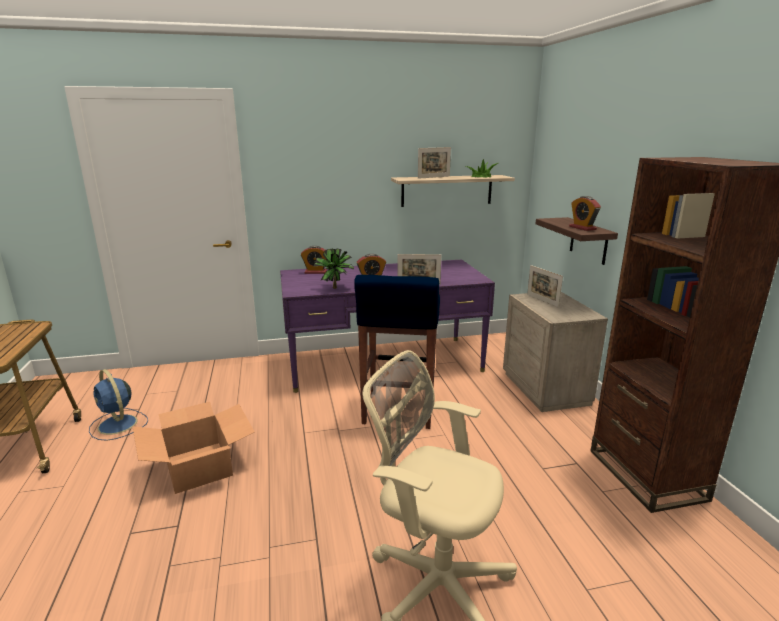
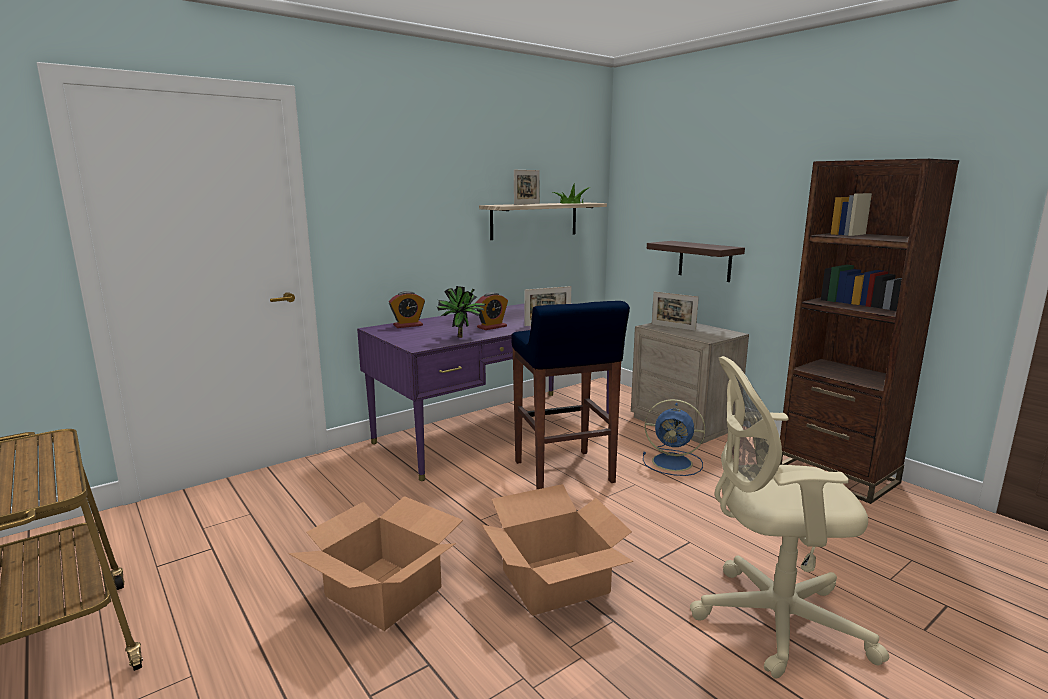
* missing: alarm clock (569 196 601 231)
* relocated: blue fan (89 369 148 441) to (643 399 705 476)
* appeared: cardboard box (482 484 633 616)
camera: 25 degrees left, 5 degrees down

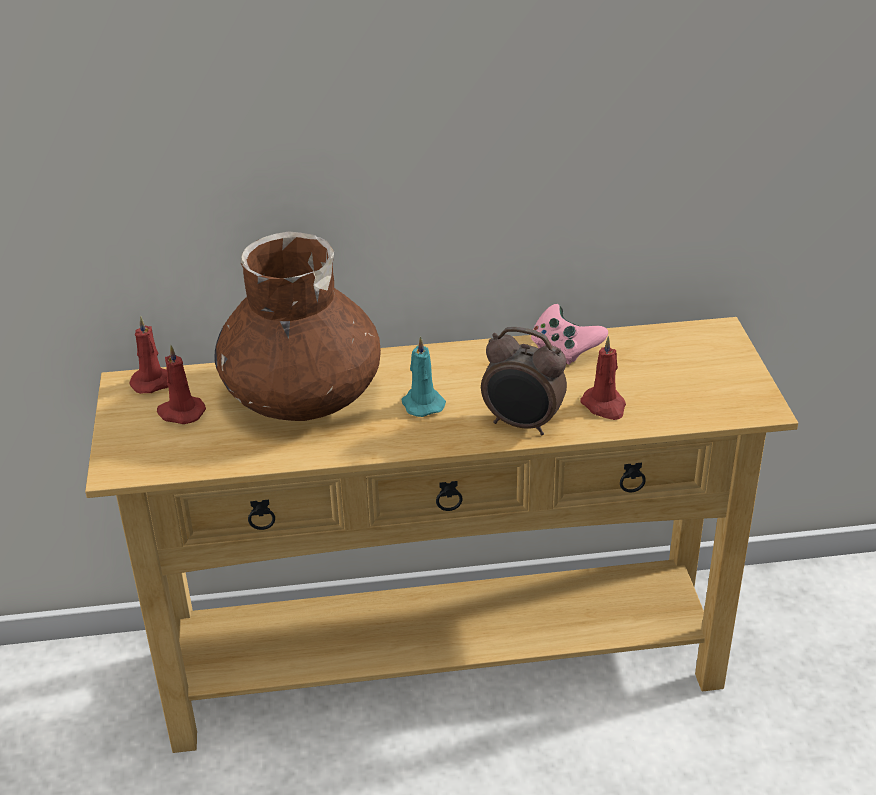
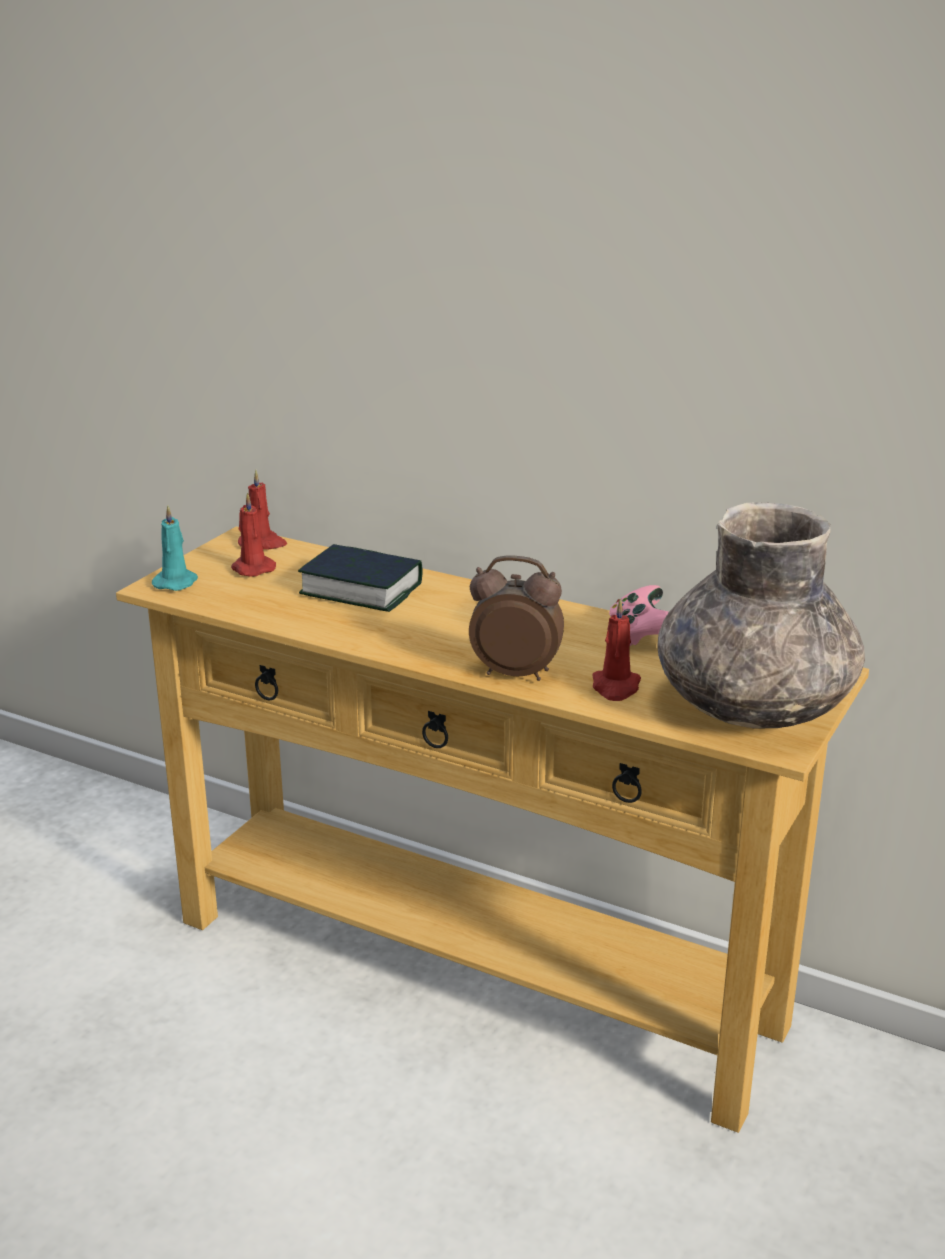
* exchanged: brown vase (214 232 381 421) to book (298 544 423 612)
* spun: alarm clock (481 327 567 435) = (469 555 564 681) 135 degrees clockwise
* relocated: turquoise candle (402 336 446 417) to (152 506 198 591)
* appeared: grey vase (658 502 865 728)
camera: 35 degrees right, 10 degrees down

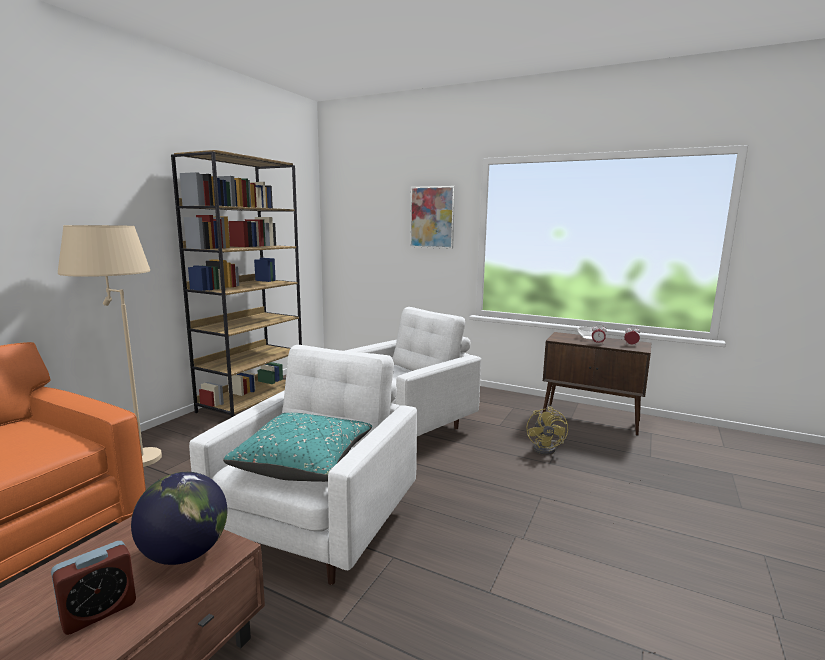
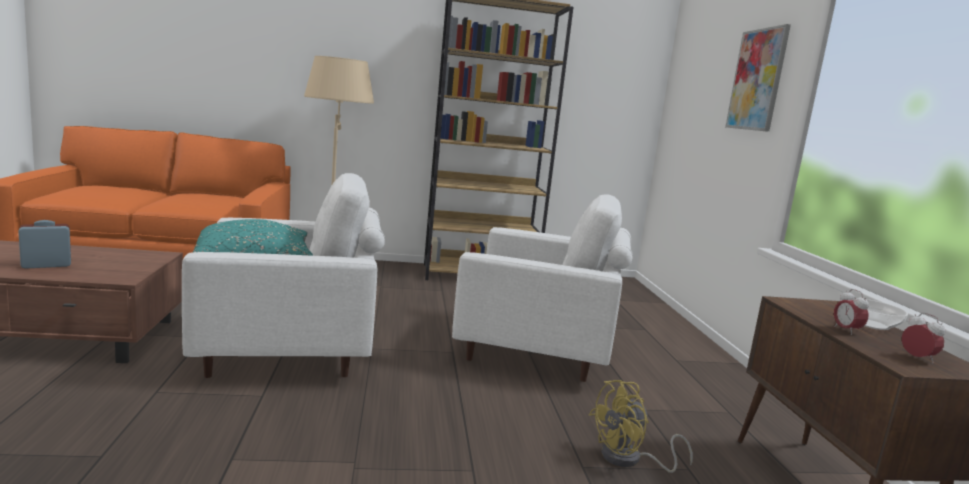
* missing: globe (131 472 227 565)
* spun: alarm clock (51 541 136 635) = (18 220 71 269) 135 degrees clockwise
camera: 55 degrees right, 0 degrees up

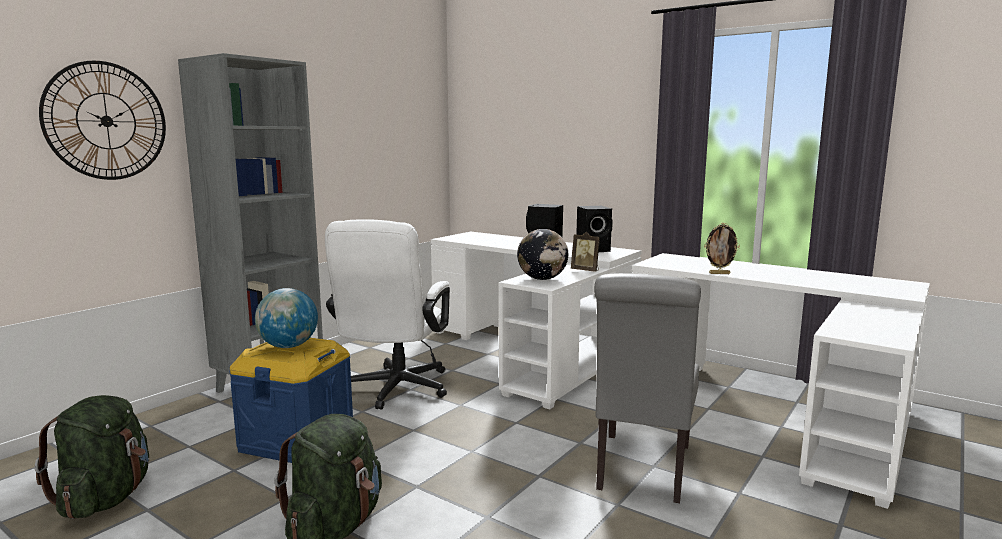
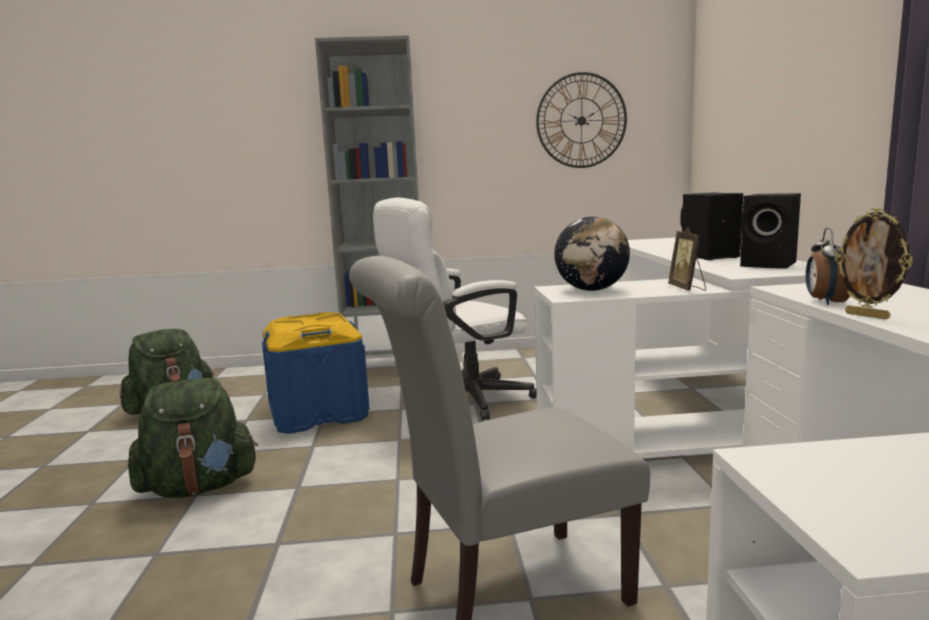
* relocated: wall clock (39 61 166 180) to (536 72 627 168)
* missing: globe (255 288 318 348)
* appeared: alarm clock (806 228 850 305)
camera: 50 degrees right, 0 degrees up

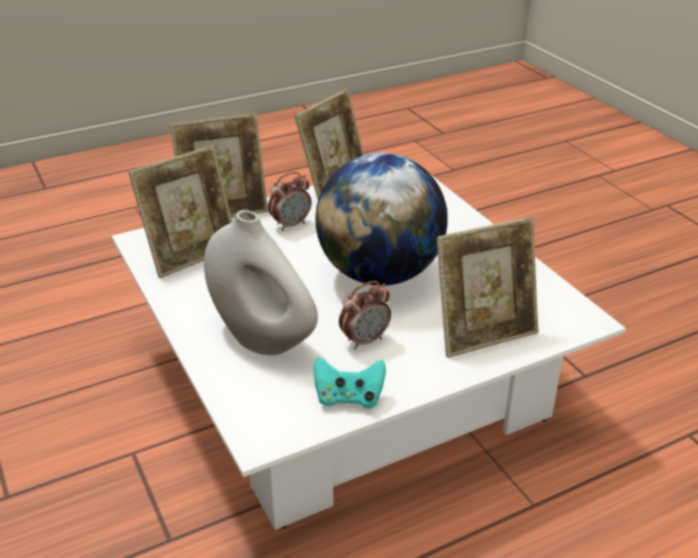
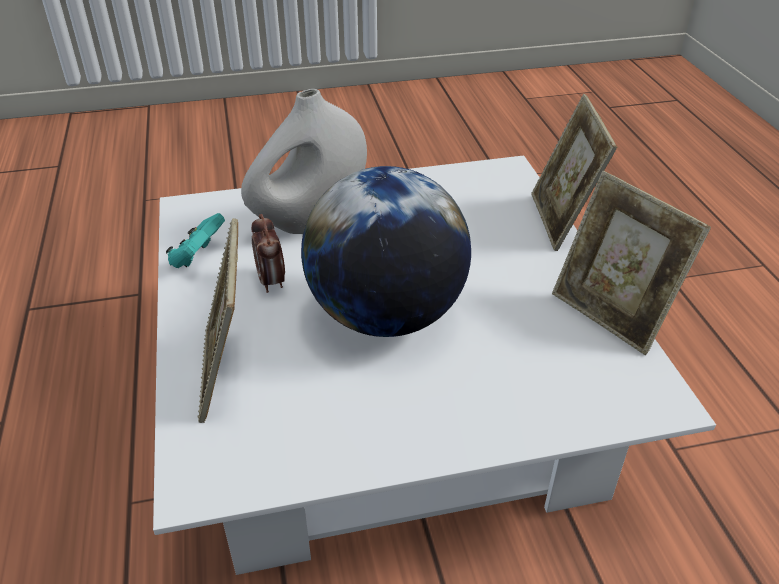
* missing: picture frame (128 146 232 278)
* missing: alarm clock (268 172 311 231)
camera: 105 degrees right, 5 degrees up

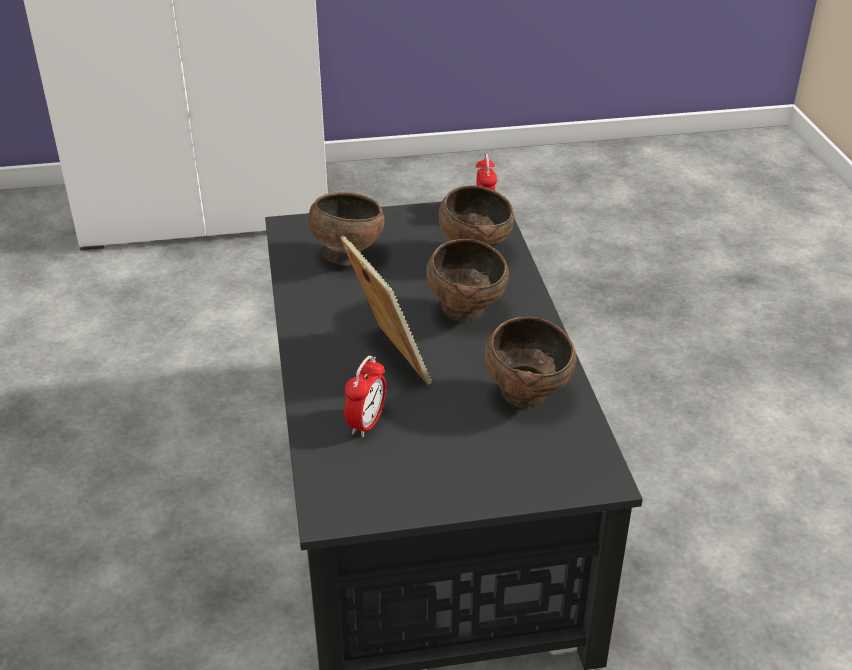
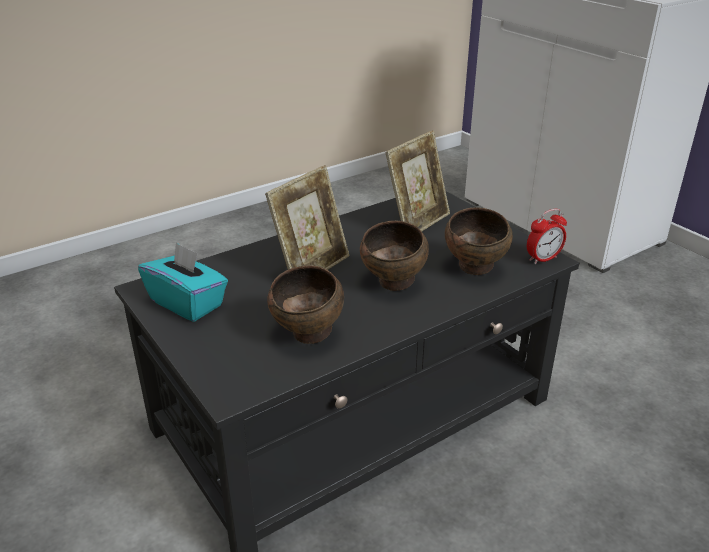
* exchanged: brown bowl (309 192 385 266) to picture frame (385 130 450 231)
* missing: alarm clock (344 356 386 437)
* appeared: turquoise tissue box (138 242 228 322)
camera: 65 degrees right, 5 degrees down

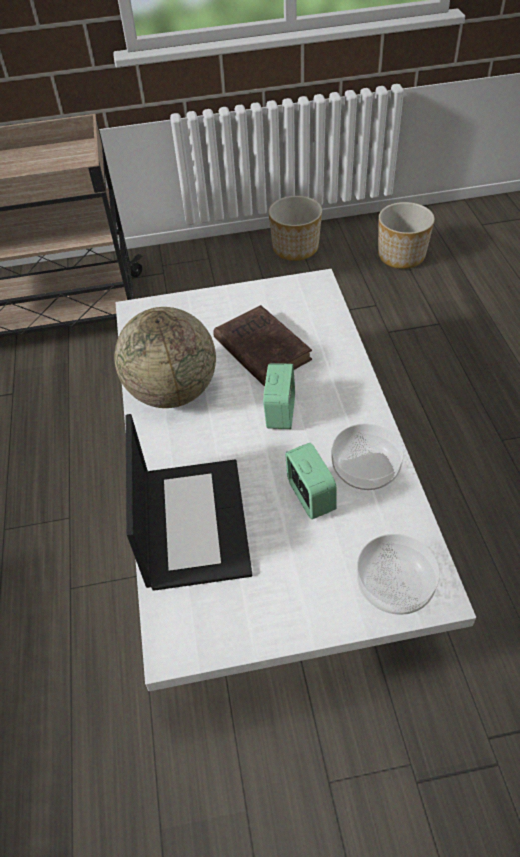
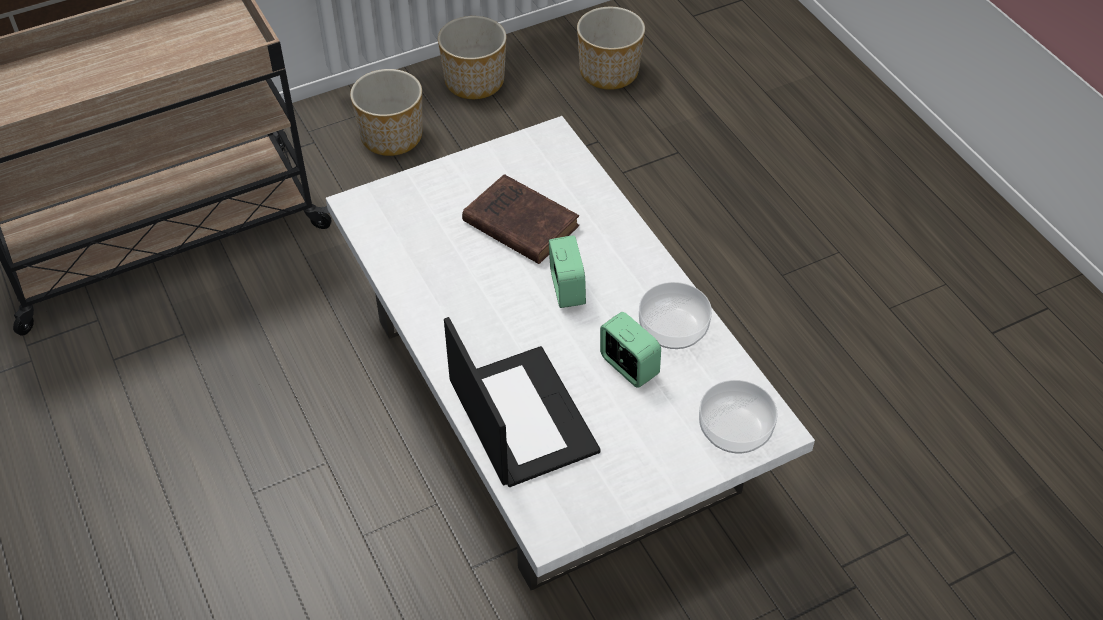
* missing: globe (114 307 216 408)
* appeared: planter (350 69 422 156)
camera: 20 degrees left, 0 degrees up

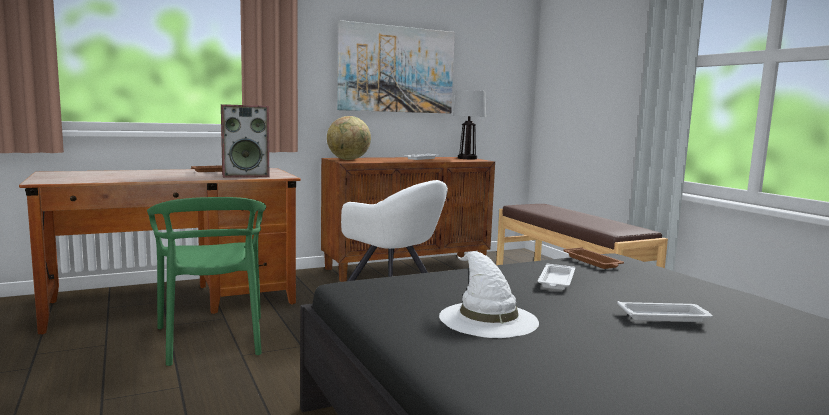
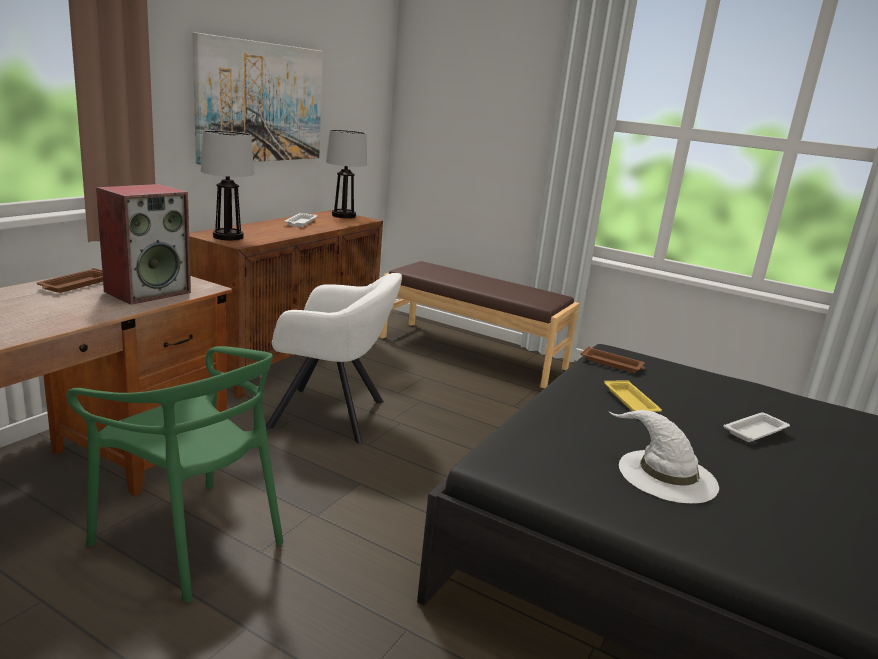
* exchanged: globe (327 116 371 160) to table lamp (201 130 254 240)
* colour: white tray (538 264 575 290) to yellow tray (604 380 662 412)
camera: 35 degrees left, 10 degrees up

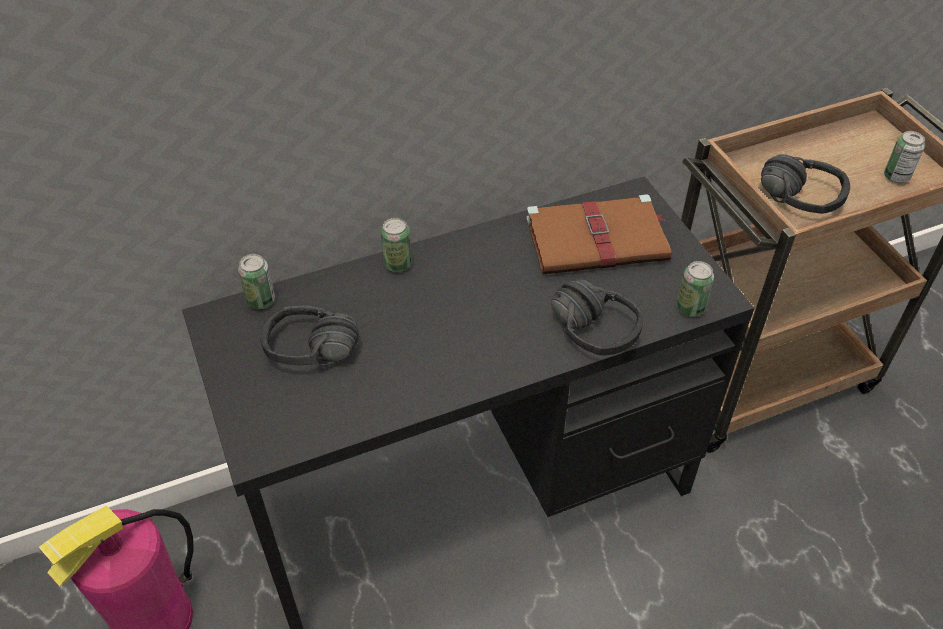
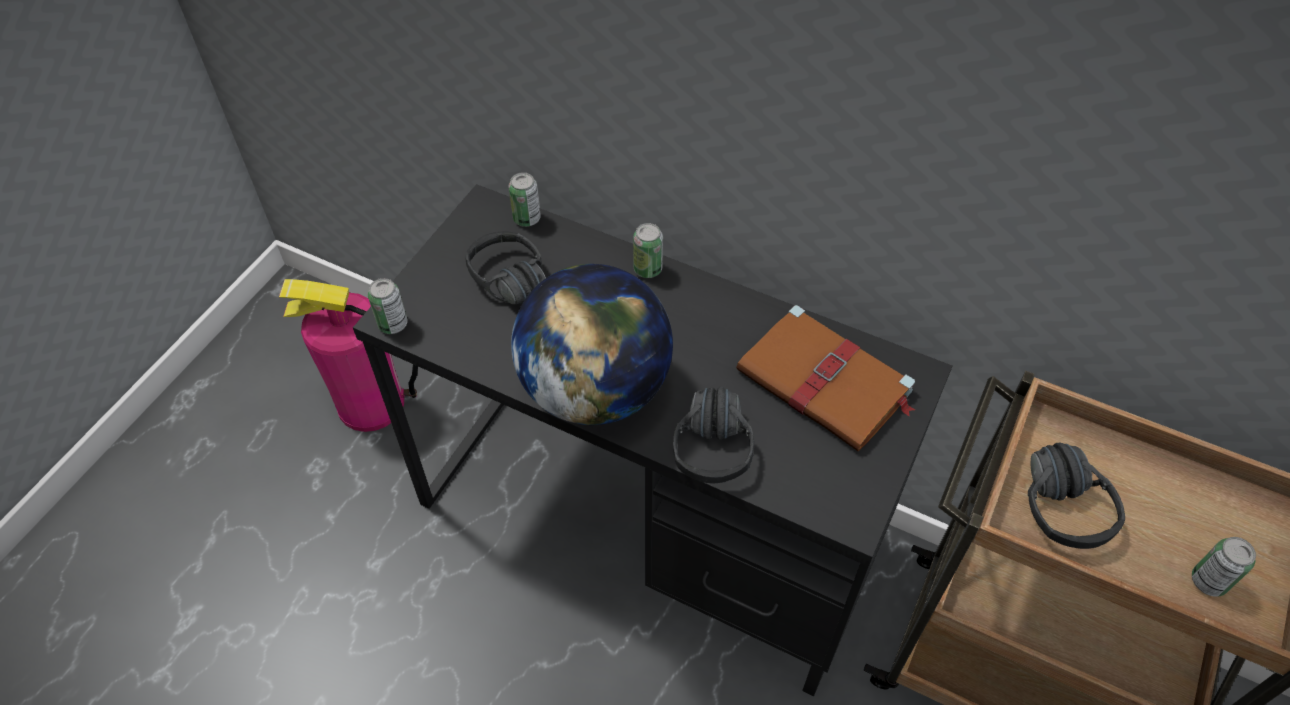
* relocated: can (676 261 714 317) to (368 278 408 334)
* appeared: globe (511 264 673 425)
camera: 50 degrees right, 5 degrees up

